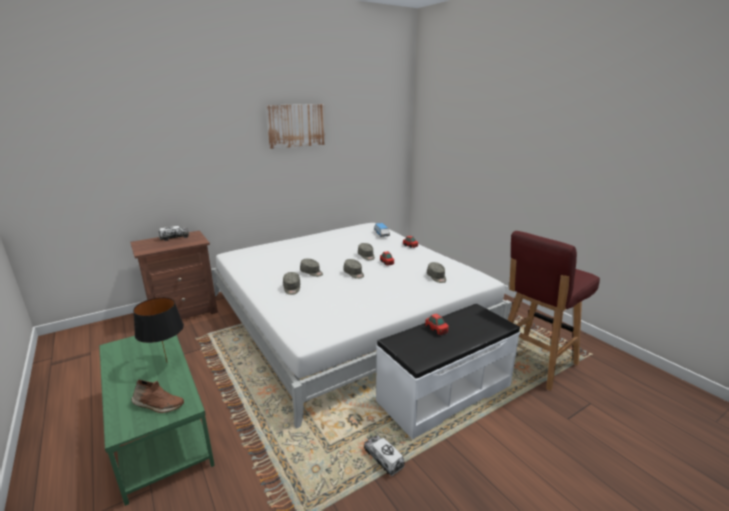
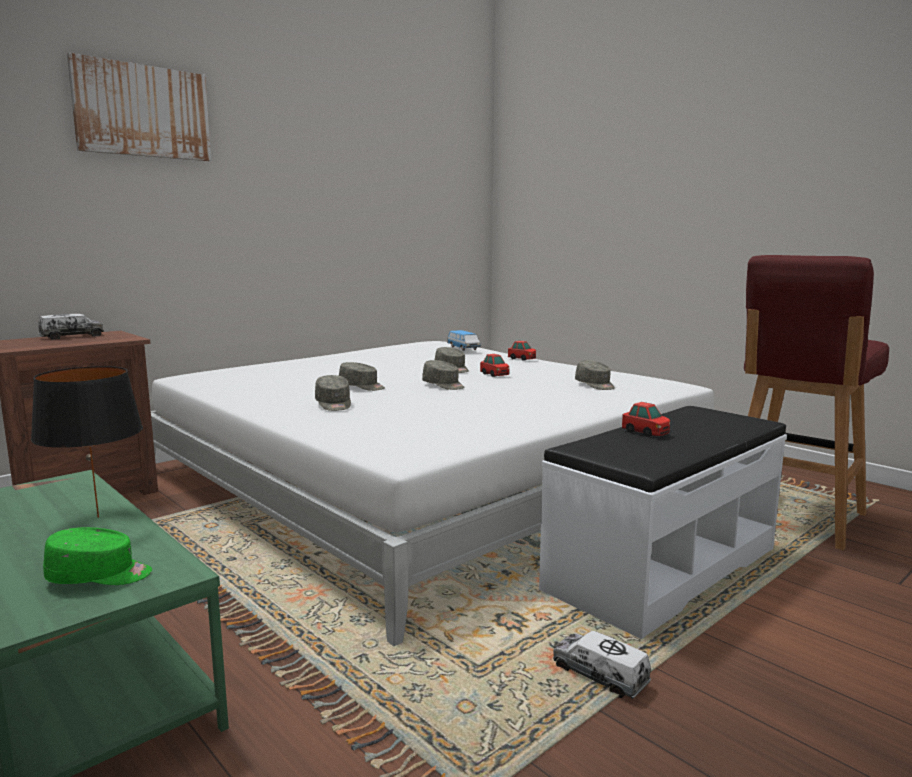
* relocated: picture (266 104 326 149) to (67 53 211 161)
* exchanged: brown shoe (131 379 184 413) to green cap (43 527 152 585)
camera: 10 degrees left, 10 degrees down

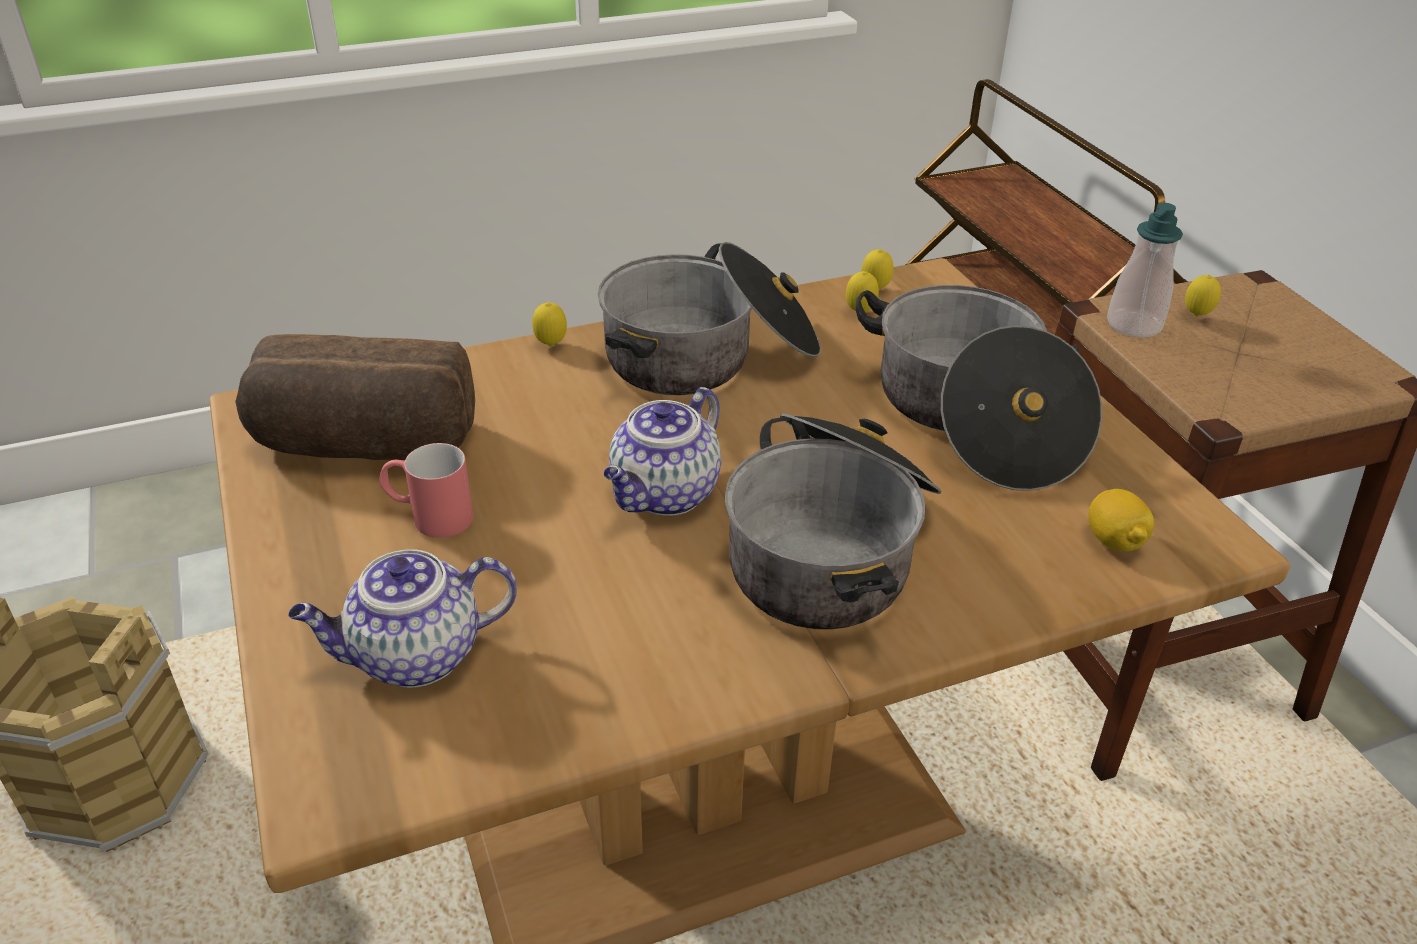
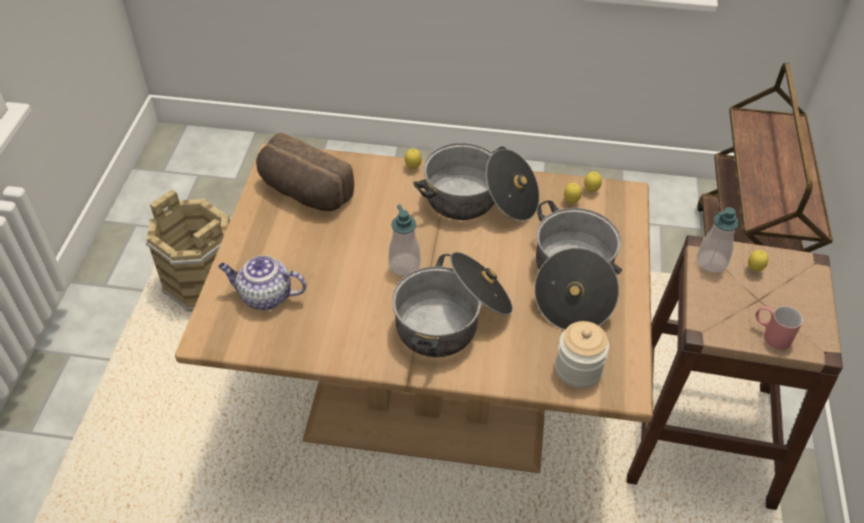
* exchanged: teapot (604 387 721 516) to soap dispenser (389 204 421 276)
* relocated: red mug (379 443 473 538) to (755 306 803 350)
* exchanged: lemon (1088 489 1154 551) to jar (555 321 609 388)
camera: 30 degrees right, 10 degrees up

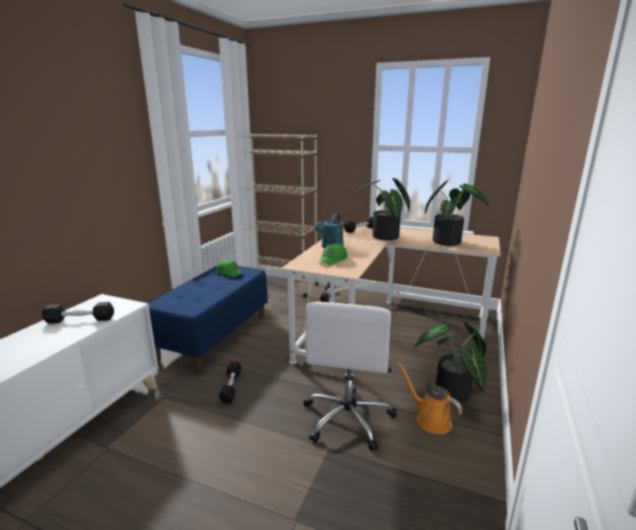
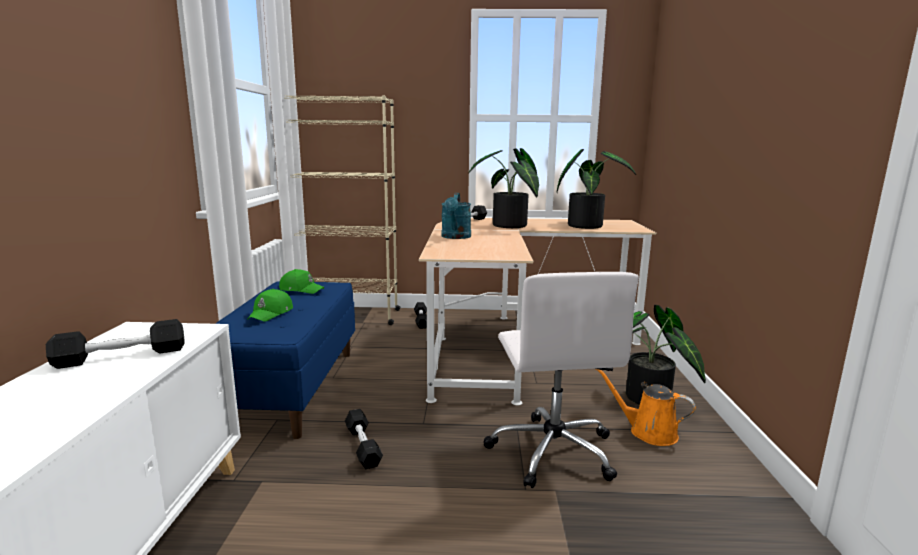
* relocated: green cap (319 243 347 265) to (247 289 293 322)
camera: 20 degrees left, 5 degrees down

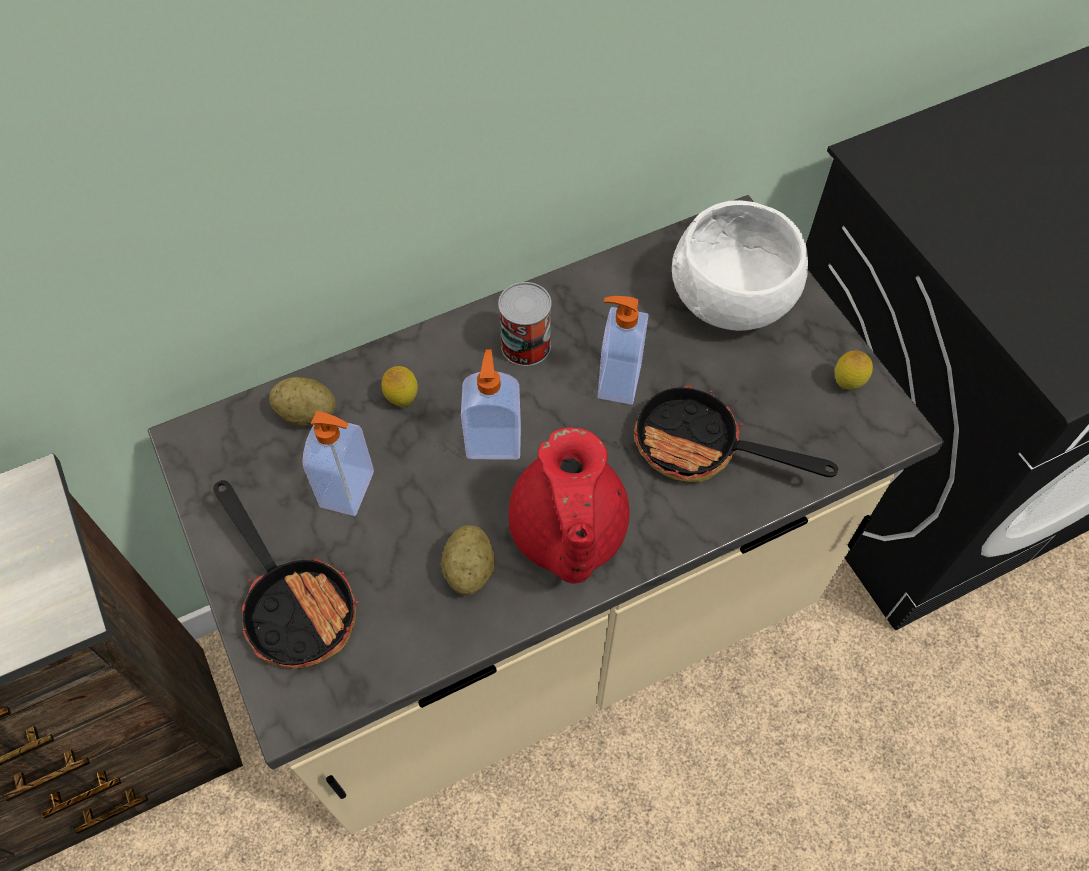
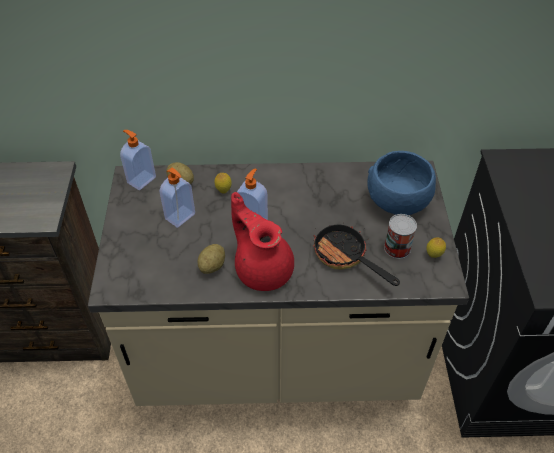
* colour: white bowl (672 200 808 331) to blue bowl (367 151 436 215)
* relocated: can (498 282 552 366) to (384 214 417 259)
* relocated: soap dispenser (598 296 648 405) to (120 130 156 190)
* spun: red teapot (509 427 630 584) = (231 192 294 291) 120 degrees clockwise
* missing: frying pan (213 480 359 669)
camera: 25 degrees right, 10 degrees down

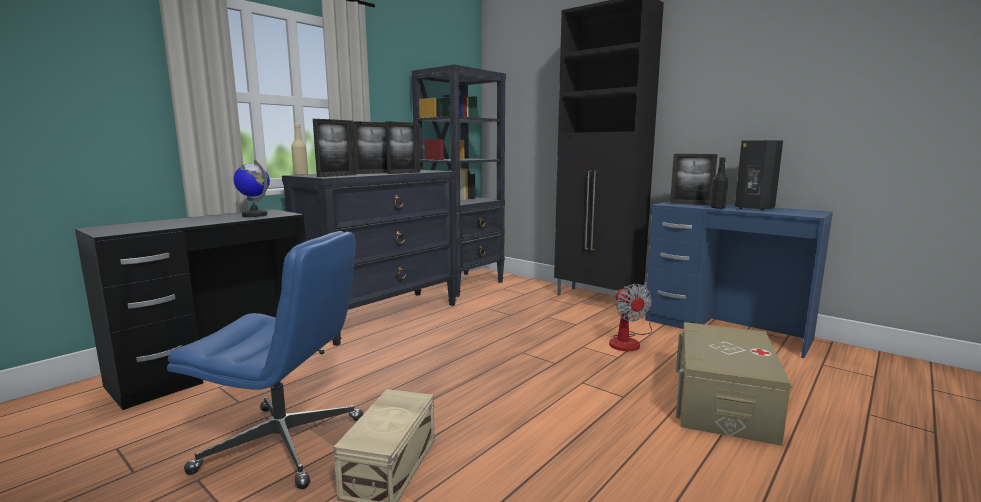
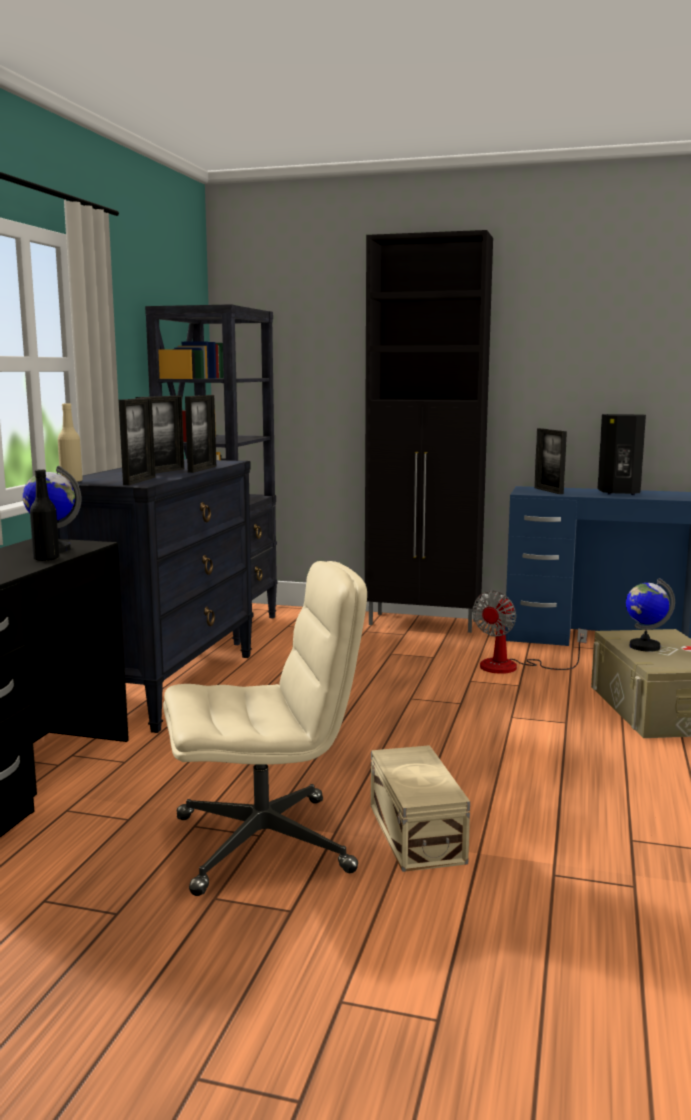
* spun: picture frame (670 154 718 205) = (534 428 567 494) 75 degrees clockwise
* relocated: black bottle (710 157 728 209) to (30 469 59 561)
* colour: blue office chair (167 231 363 489) to beige office chair (163 561 367 896)
* spun: fan (609 284 652 351) = (472 590 588 674) 75 degrees clockwise
* appeared: globe (626 578 675 652)
camera: 25 degrees left, 0 degrees up

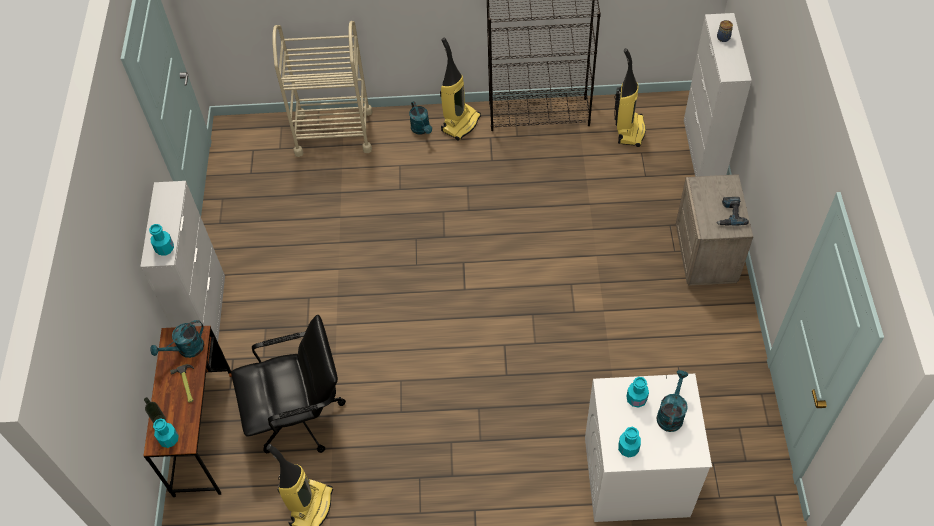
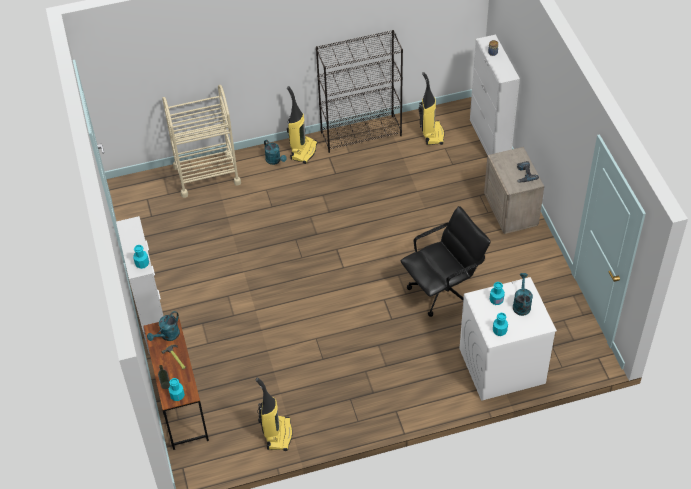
* relocated: black office chair (231 315 346 453) to (401 206 491 317)
camera: 15 degrees left, 5 degrees down

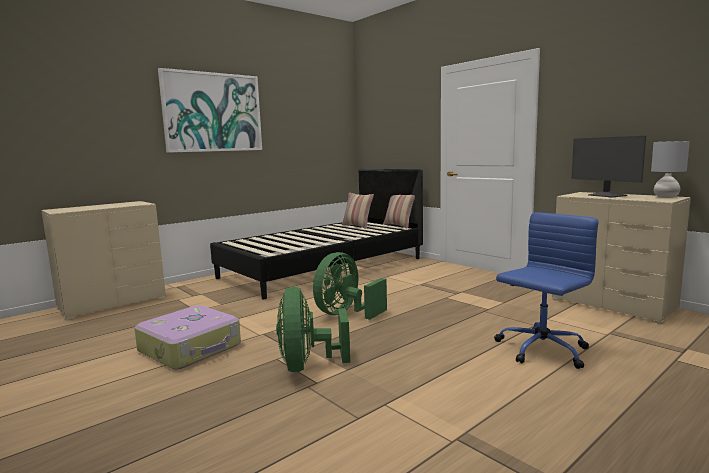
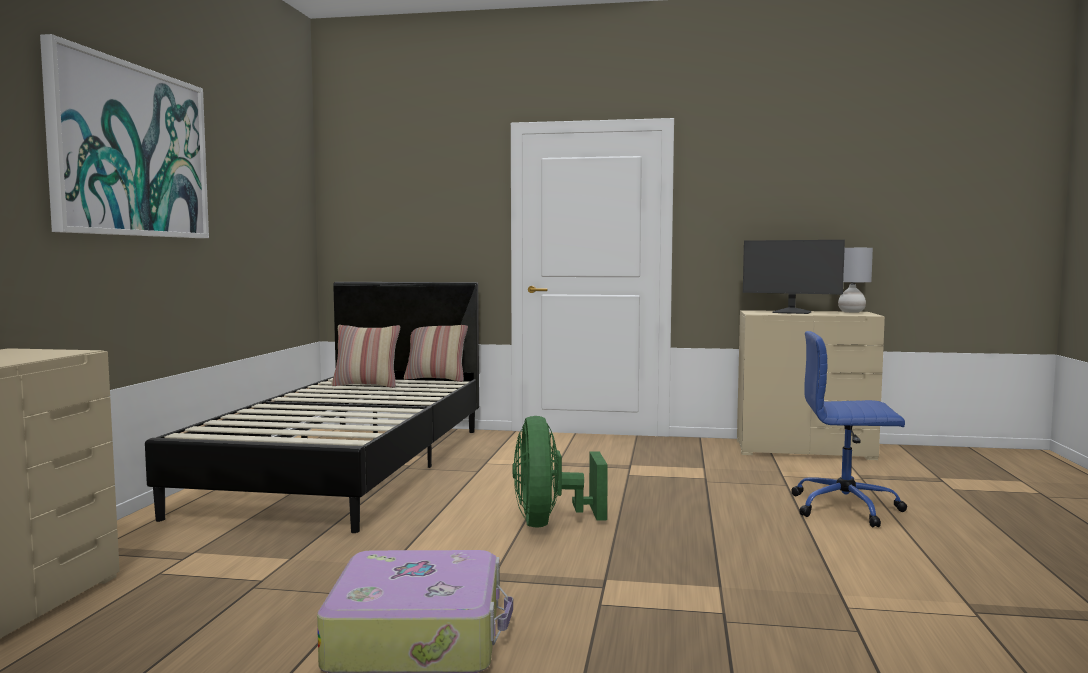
* spun: blue office chair (495 213 598 369) = (791 331 907 527) 90 degrees counterclockwise
* missing: green fan (276 287 350 372)
camera: 40 degrees left, 5 degrees down

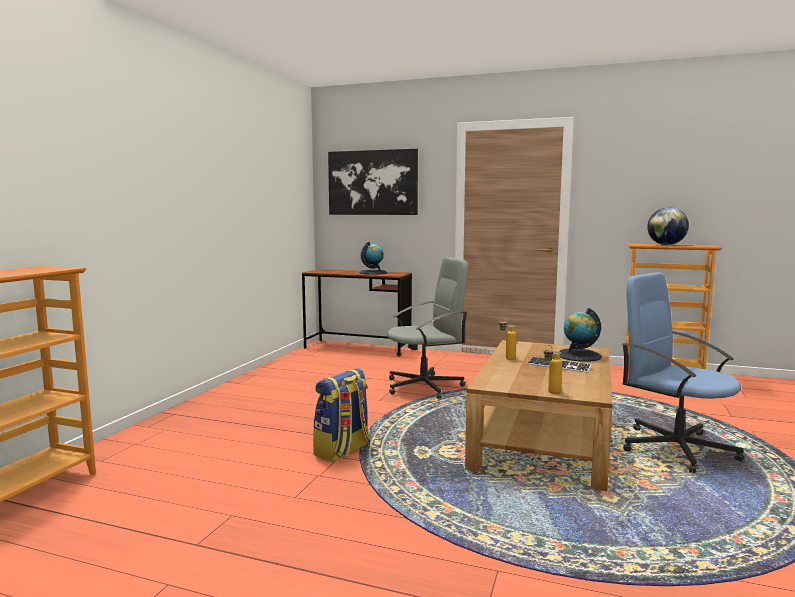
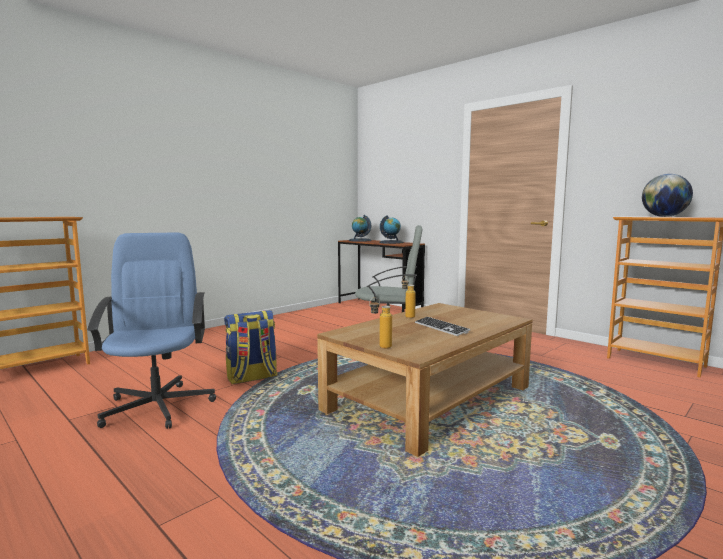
* missing: picture (328 149 418 215)
* relocated: blue office chair (622 272 744 473) to (87 233 216 429)
* relocated: globe (558 308 602 362) to (349 215 372 242)
camera: 25 degrees right, 0 degrees up

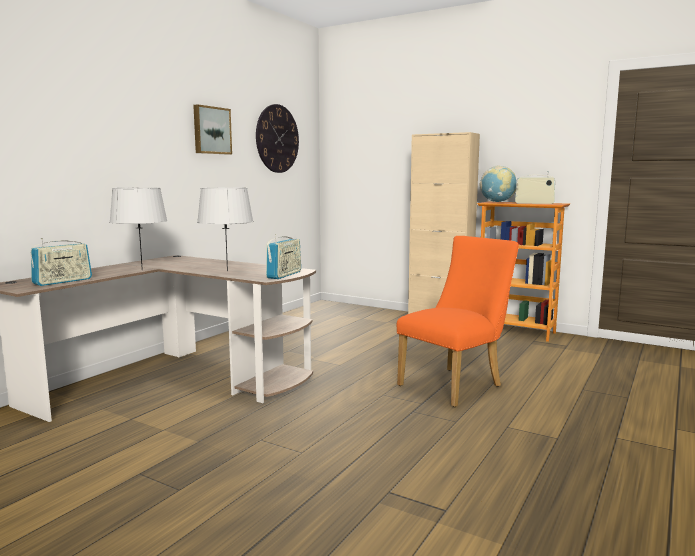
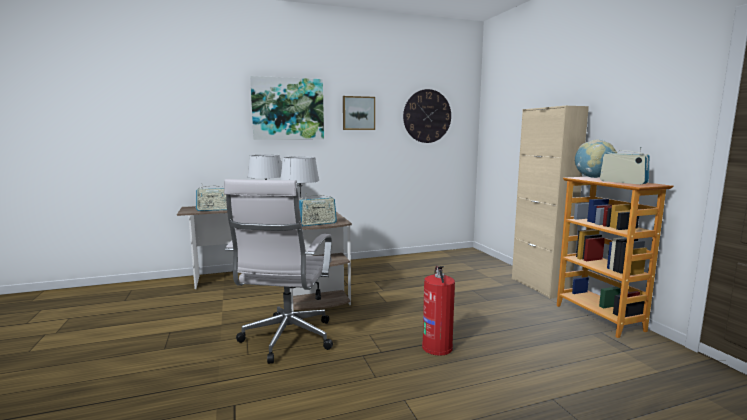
* exchanged: orange chair (397 236 519 407) to fire extinguisher (422 266 455 356)
* appeared: picture (250 76 324 140)
* appeared: white office chair (224 179 333 364)
camera: 40 degrees right, 0 degrees up

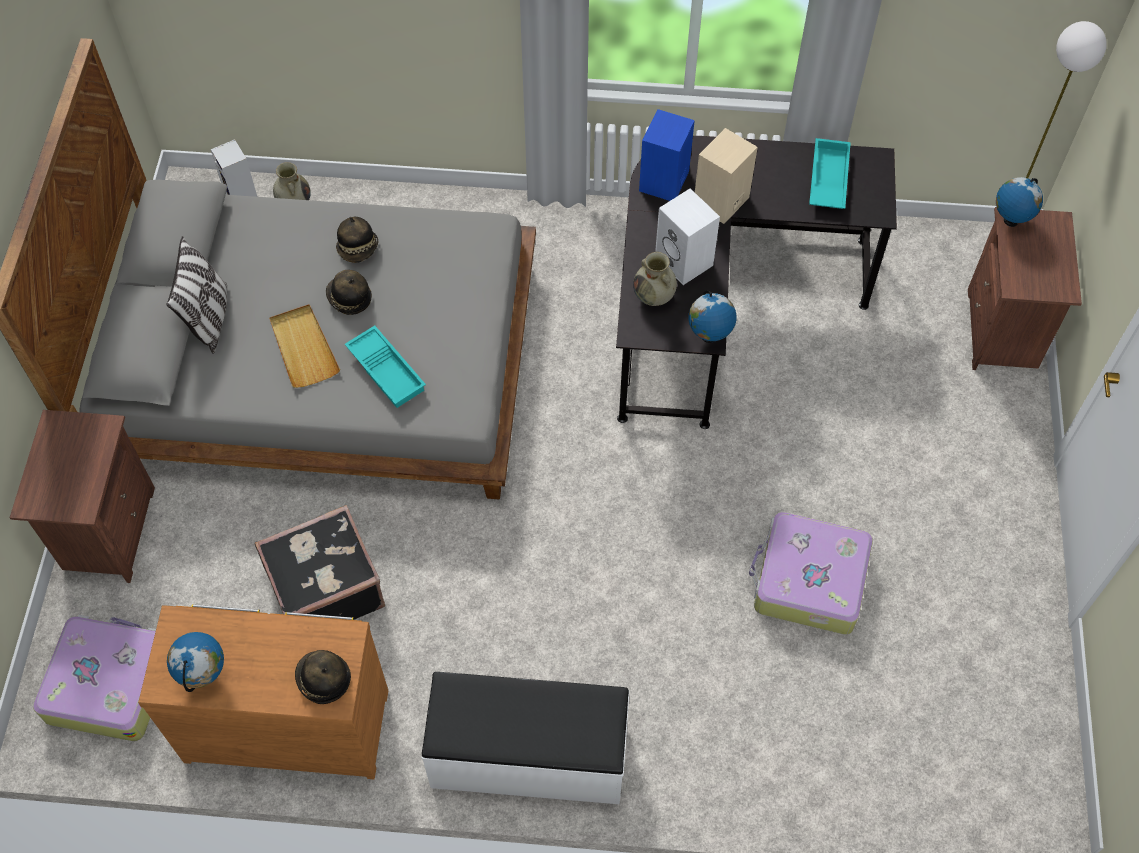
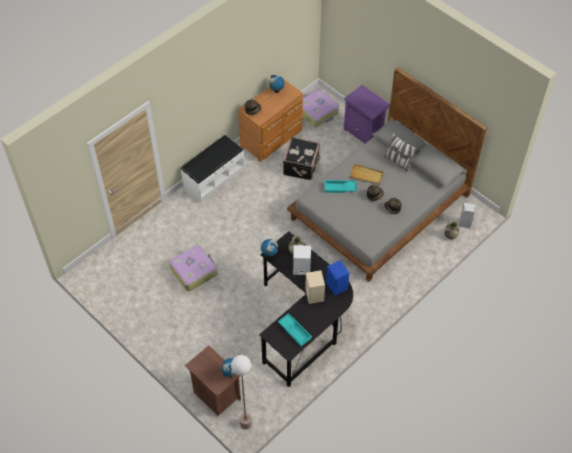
* colour: brown nightstand (10 410 155 583) to purple nightstand (344 85 390 144)
camera: 130 degrees right, 5 degrees down

